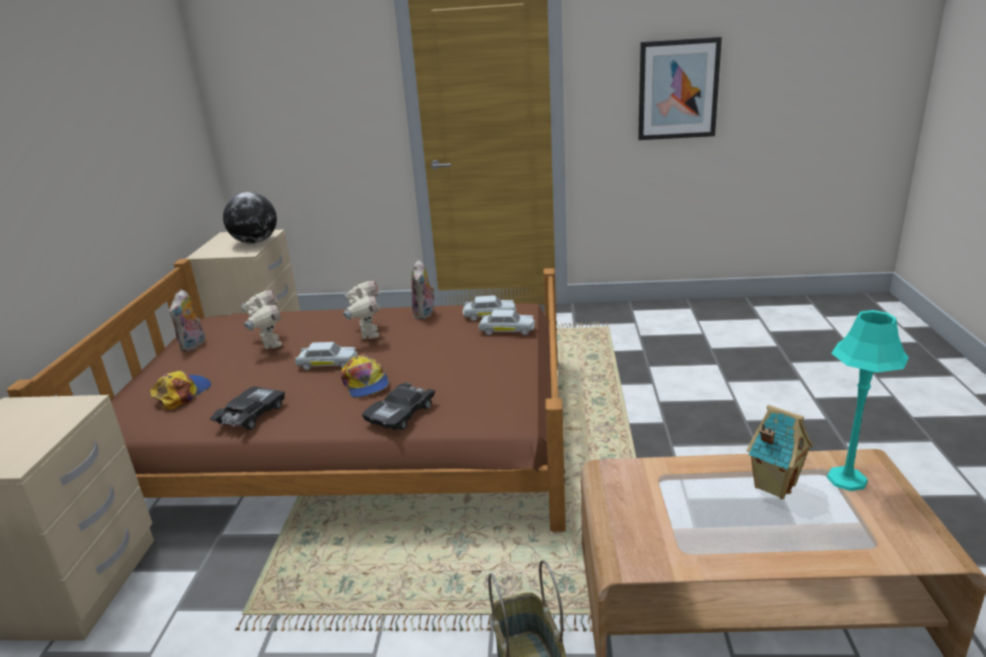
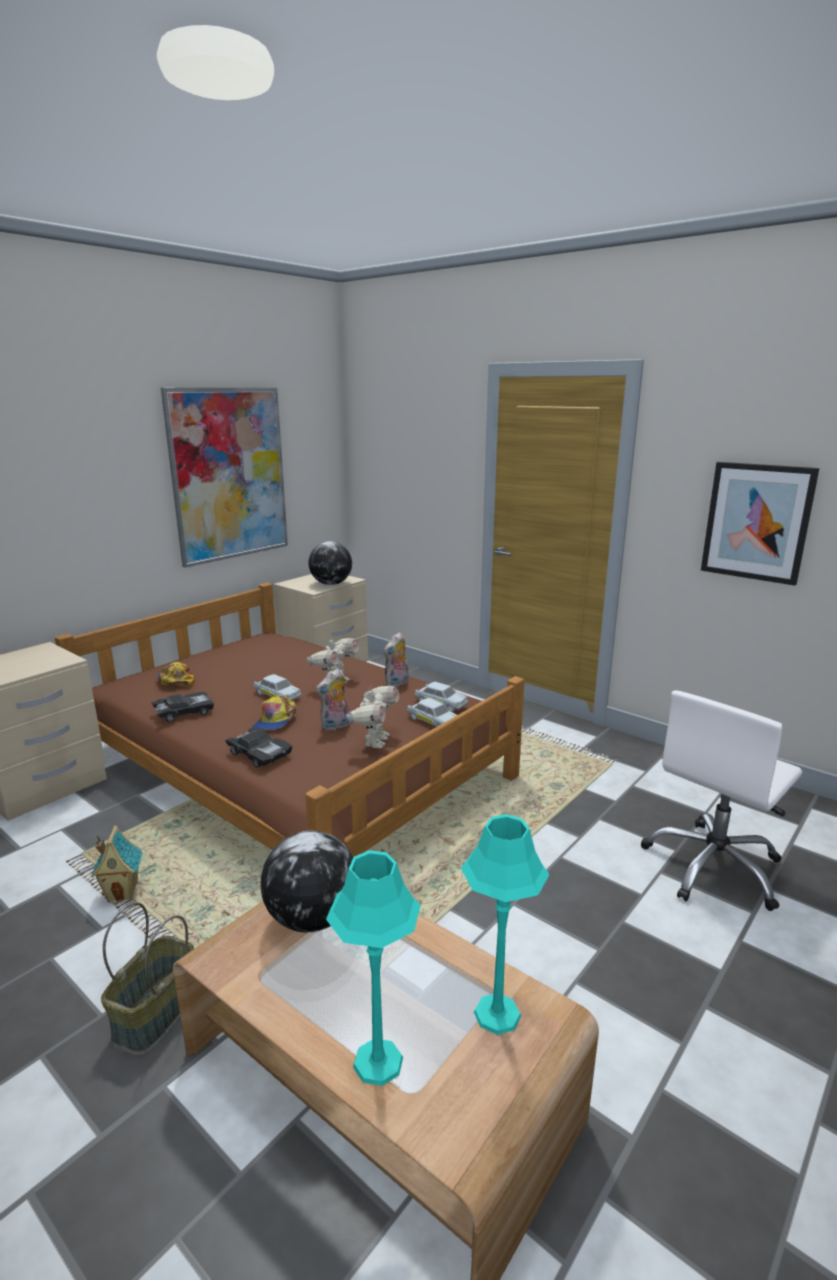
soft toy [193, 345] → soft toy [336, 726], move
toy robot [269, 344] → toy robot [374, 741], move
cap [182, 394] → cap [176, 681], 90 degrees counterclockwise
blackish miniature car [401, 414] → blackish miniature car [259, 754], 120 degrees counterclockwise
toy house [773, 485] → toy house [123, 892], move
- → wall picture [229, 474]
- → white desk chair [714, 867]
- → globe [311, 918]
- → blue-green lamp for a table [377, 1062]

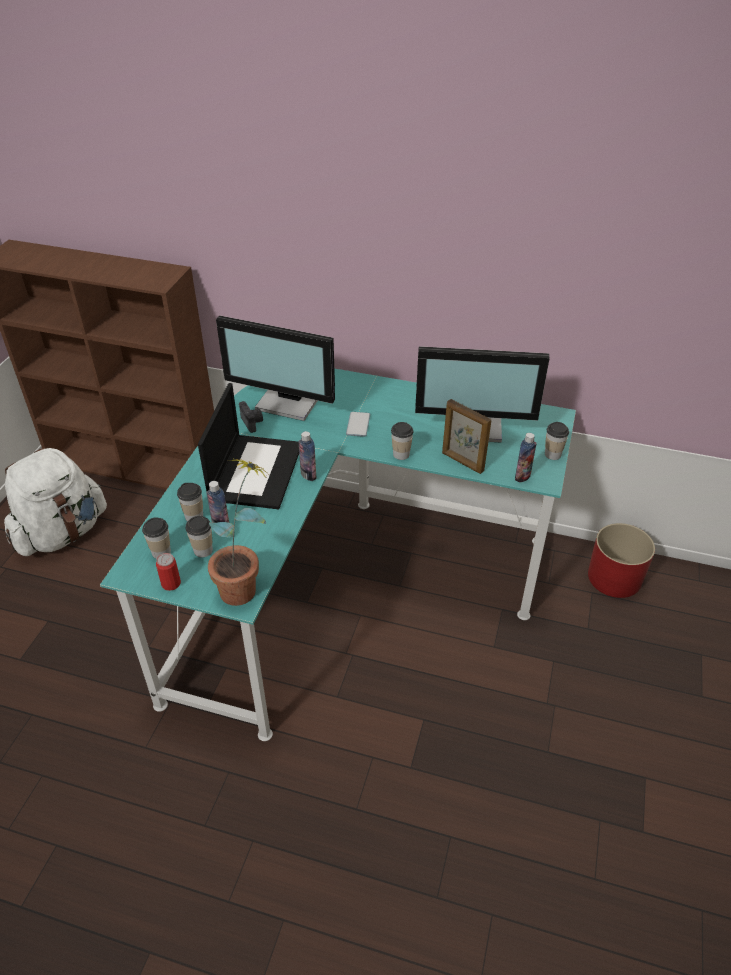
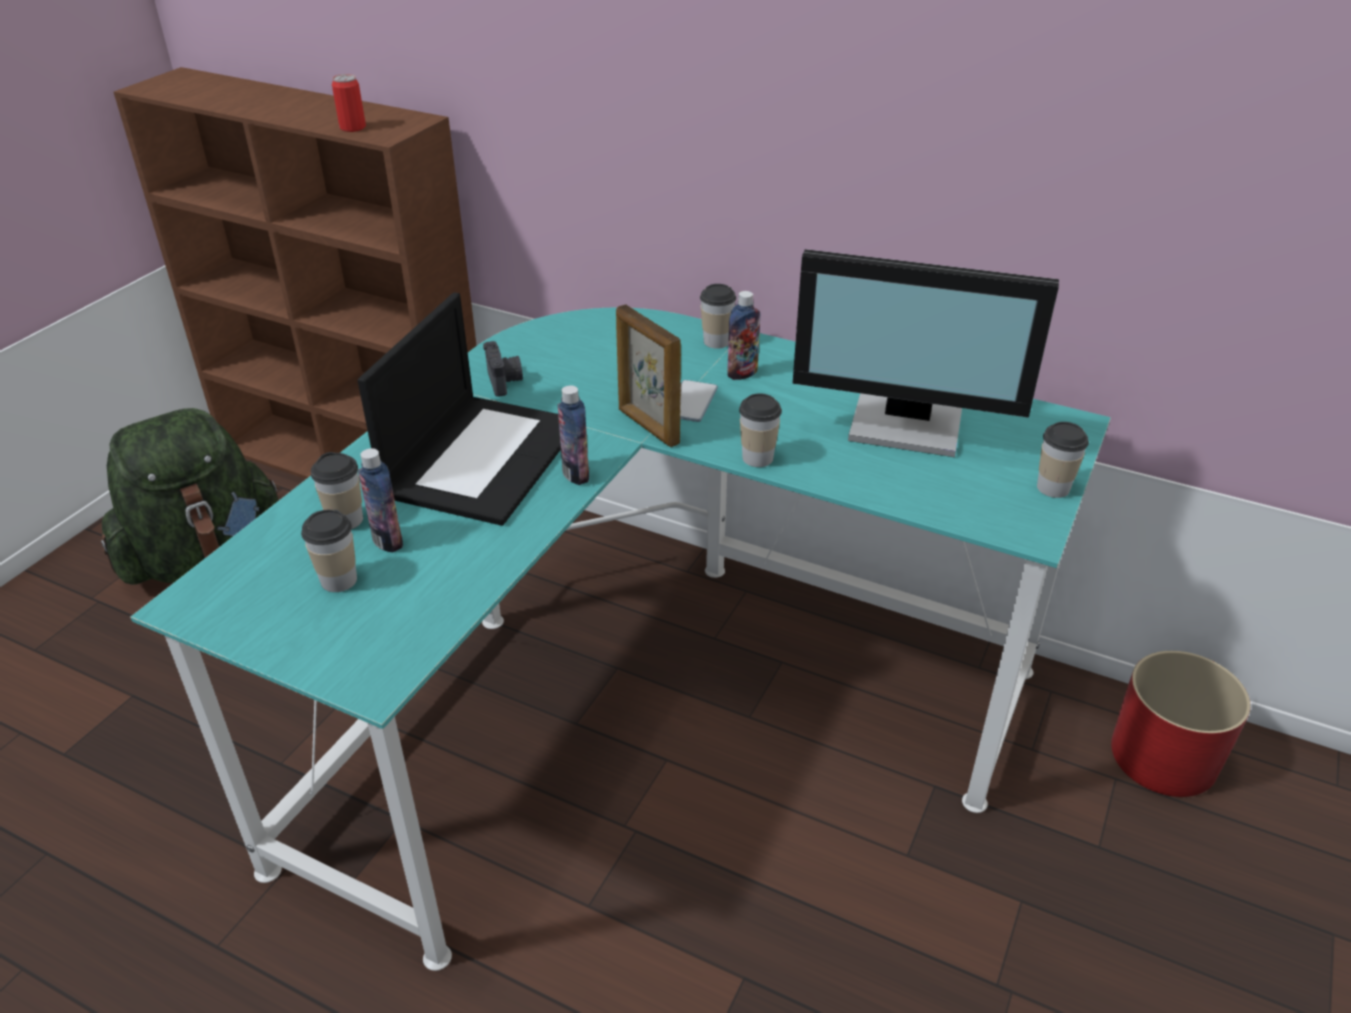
computer screen [289, 402] → -
photo frame [462, 462] → photo frame [648, 427], move
drink bottle [522, 476] → drink bottle [742, 373], move
white knapsack [62, 533] → green knapsack [205, 557]
potted plant [246, 584] → -
drinking cup [161, 552] → drinking cup [716, 341], move
metal can [171, 583] → metal can [353, 127], move

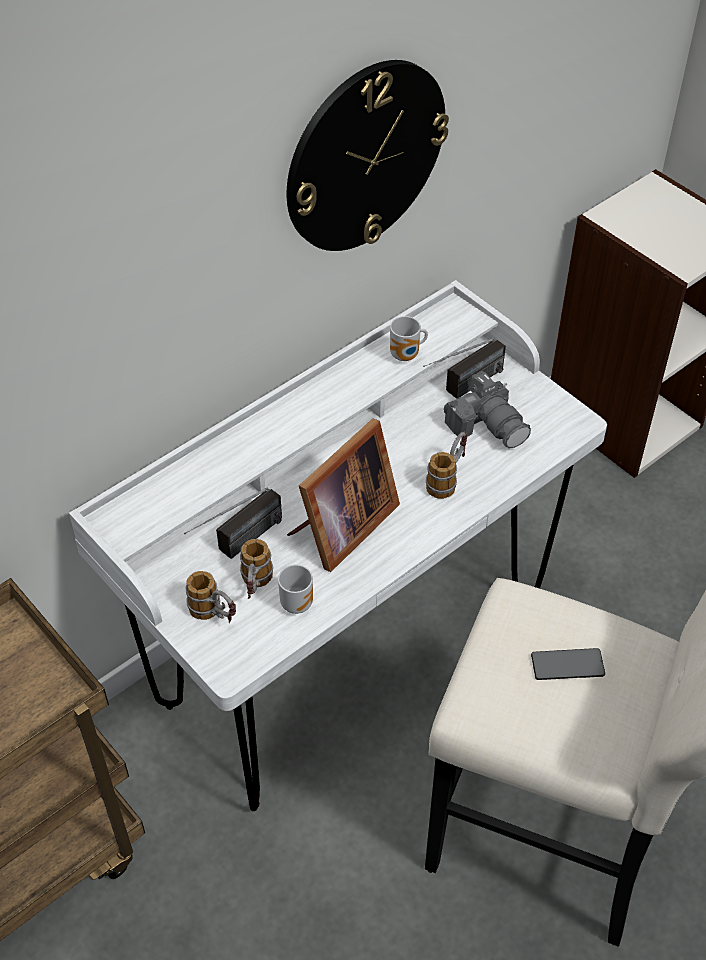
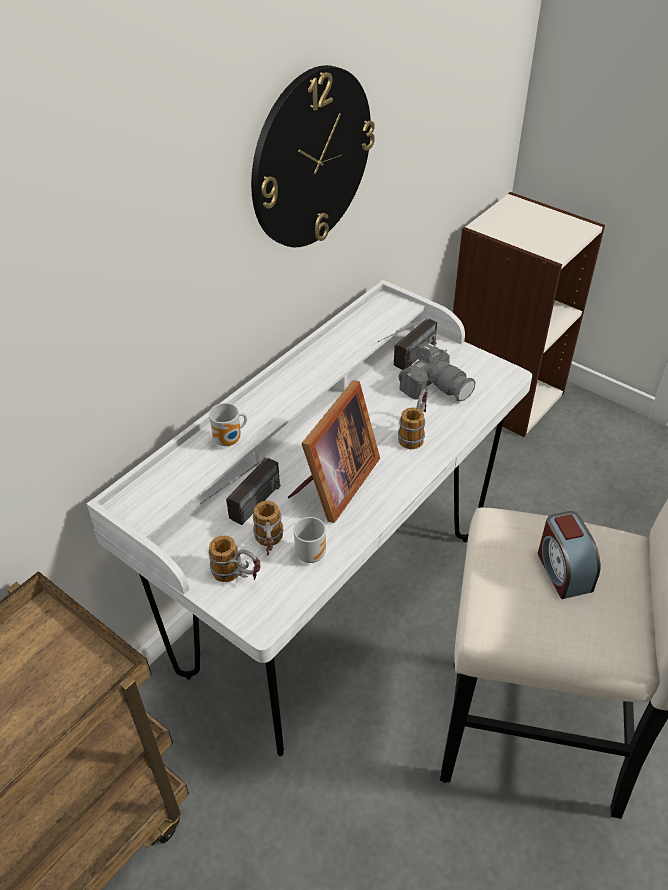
tea mug [406, 356] → tea mug [230, 441], move
telephone [567, 665] → bedside clock [563, 570]

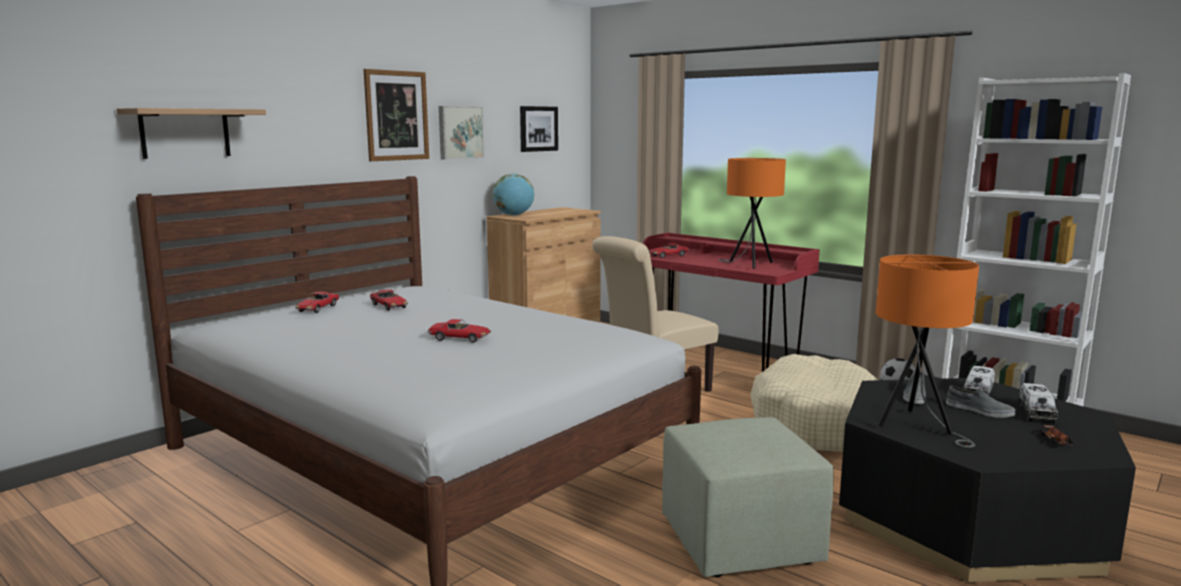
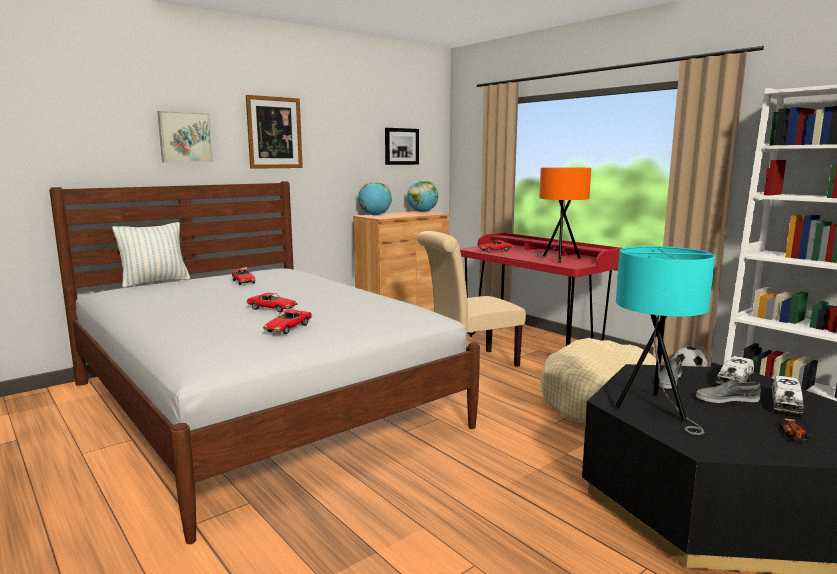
wall picture [459, 132] → wall picture [185, 137], move
shelf [185, 133] → -
orange-coloured lamp for a table [916, 426] → blue-green lamp for a table [654, 410]
miniature car [317, 308] → miniature car [288, 328], move
grey shoe [979, 410] → grey shoe [726, 399], 135 degrees clockwise
green footrest [741, 543] → -
- → globe [422, 212]
- → cushion [155, 282]

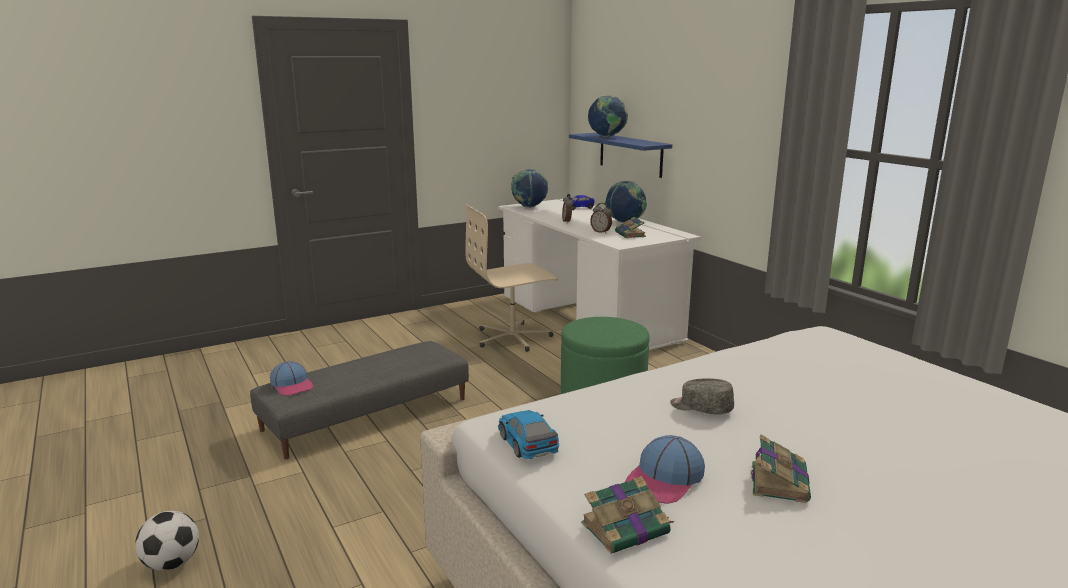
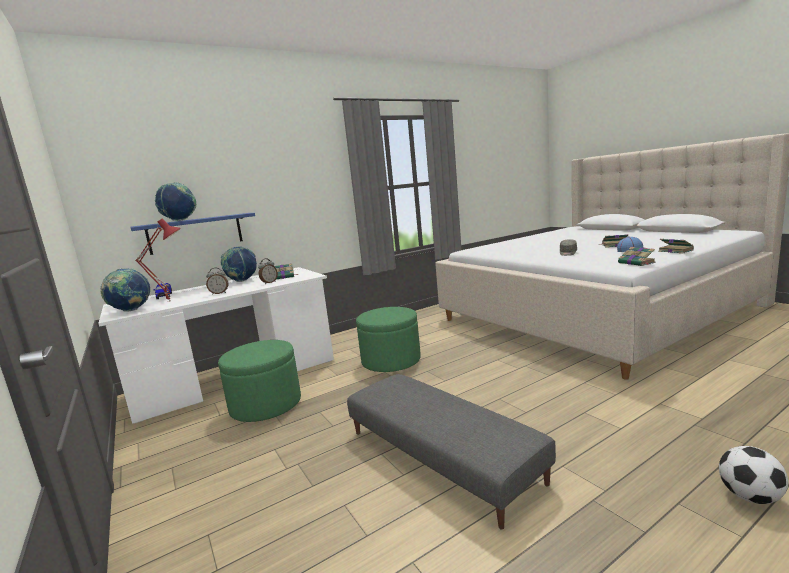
sand-coloured desk chair [513, 337] → green footrest [266, 405]
cap [292, 385] → -
miniature car [527, 442] → volume [637, 263]
- → reddish lamp for a table [170, 301]

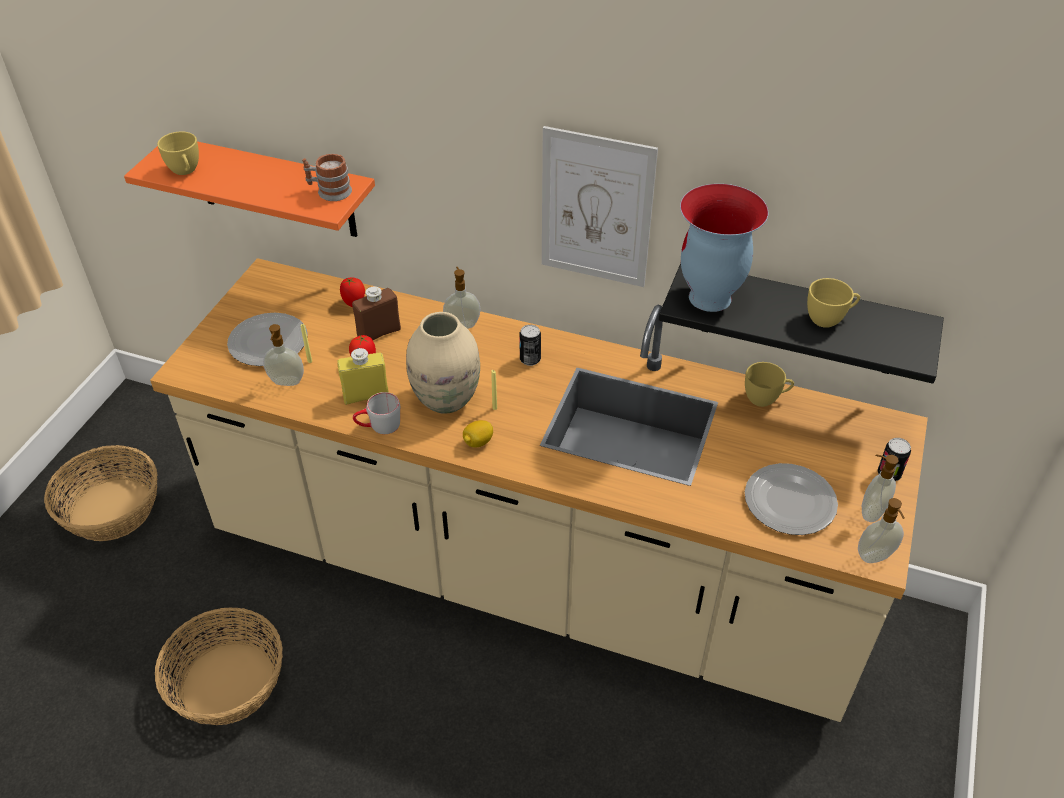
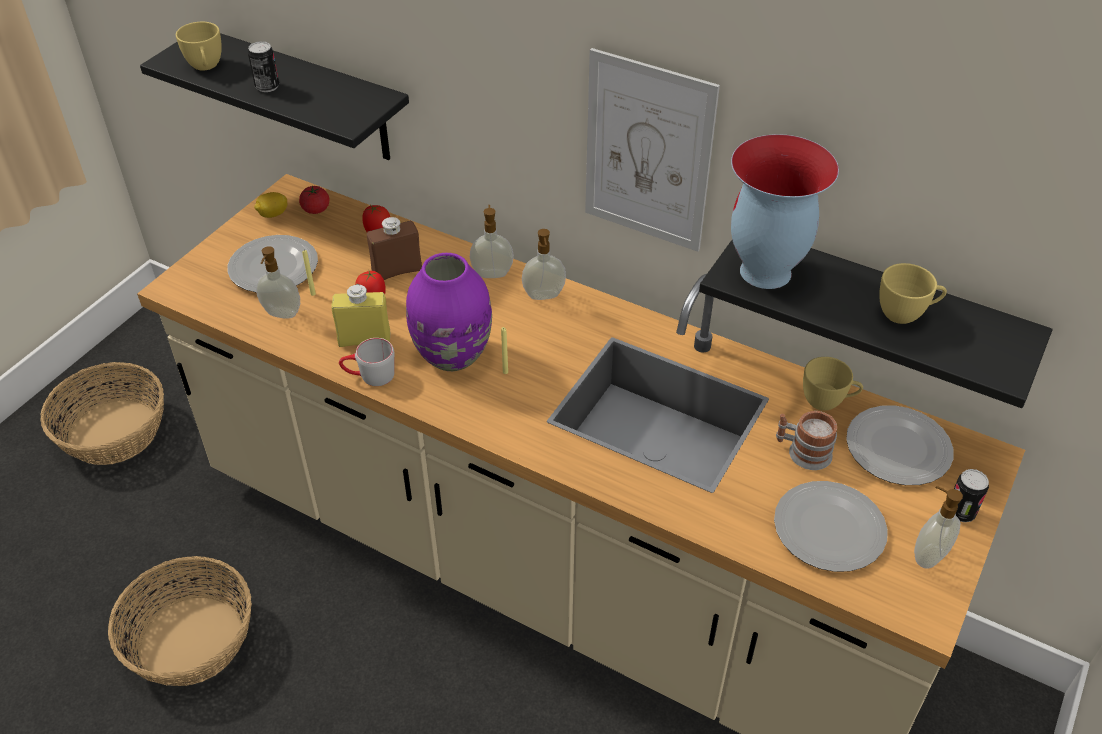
orange-coloured shelf [275, 188] → blackish shelf [307, 96]
tea mug [329, 191] → tea mug [802, 452], move
sand-coloured decorative vase [447, 400] → purple-coloured decorative vase [453, 356]
metal can [530, 359] → metal can [267, 87], move
citrus fruit [478, 442] → citrus fruit [273, 214], move
soap bottle [875, 557] → soap bottle [544, 296], move
- → tomato [316, 210]
- → flat dish [897, 447]

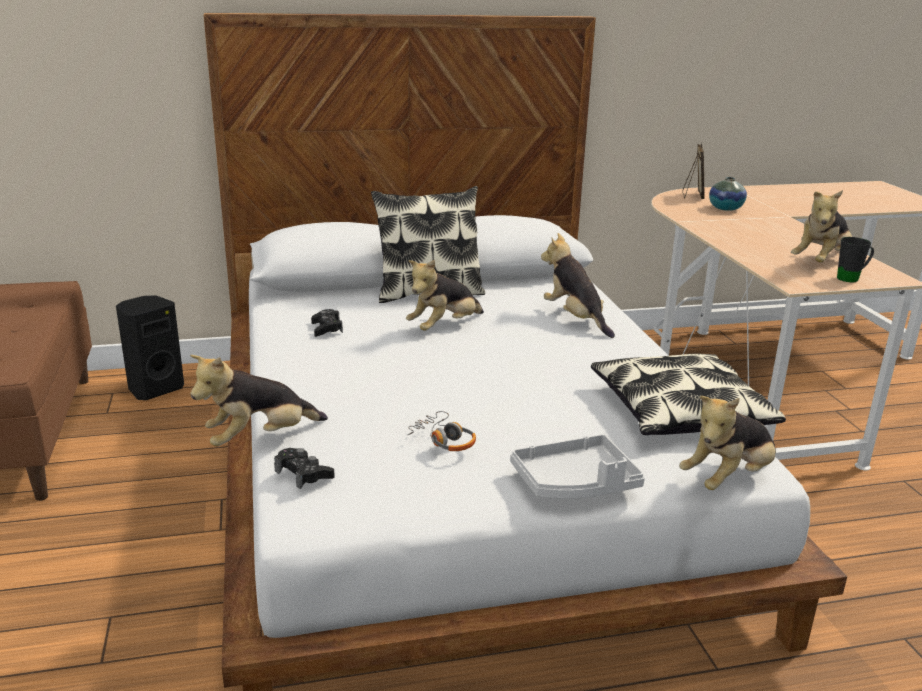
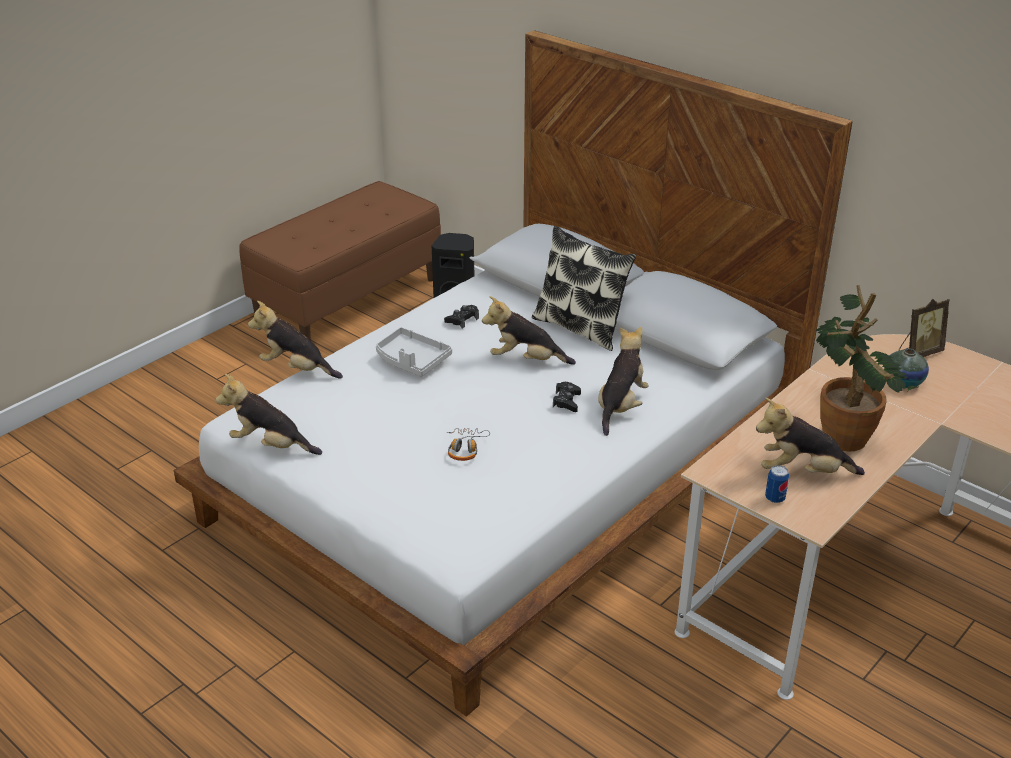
blackish tea mug [852, 278] → metal can [775, 498]
cushion [679, 411] → -
soft toy [728, 478] → soft toy [270, 445], move
headphones [444, 440] → headphones [465, 448], move
grey serving tray [575, 483] → grey serving tray [412, 360], move
blackish gamepad [304, 474] → blackish gamepad [566, 401], move
- → potted plant [843, 431]

